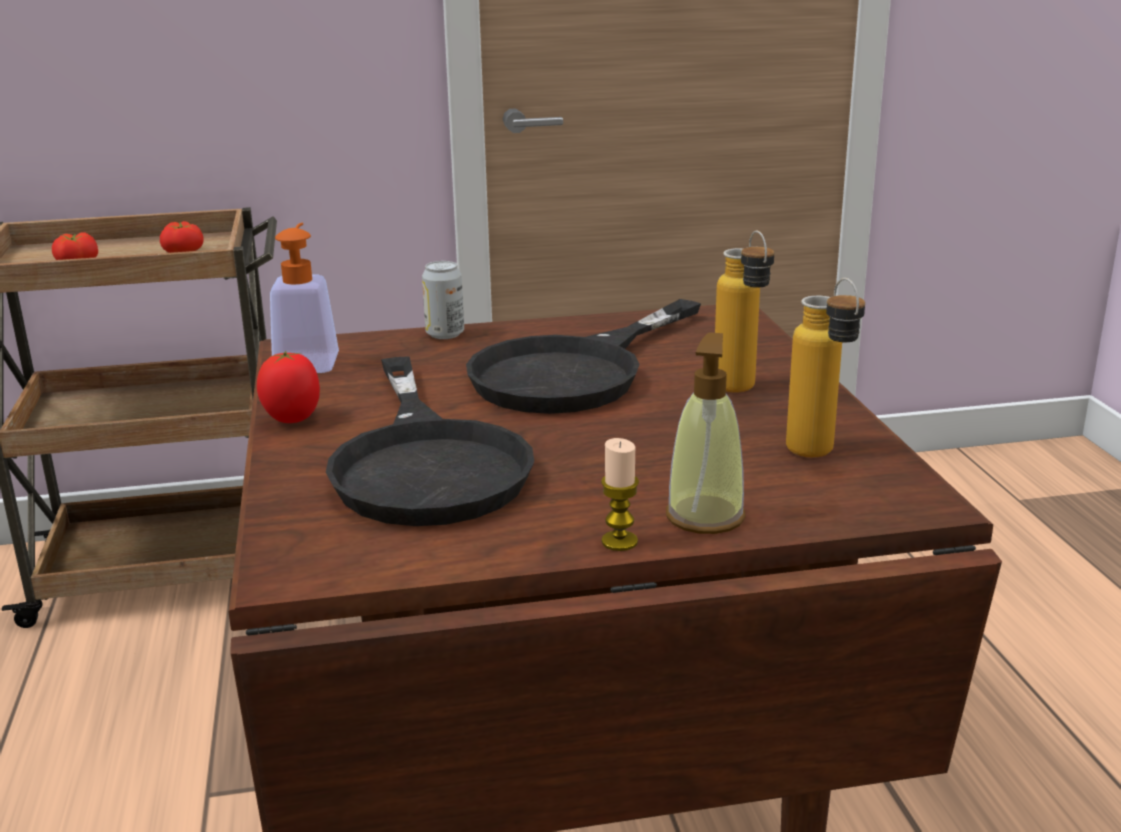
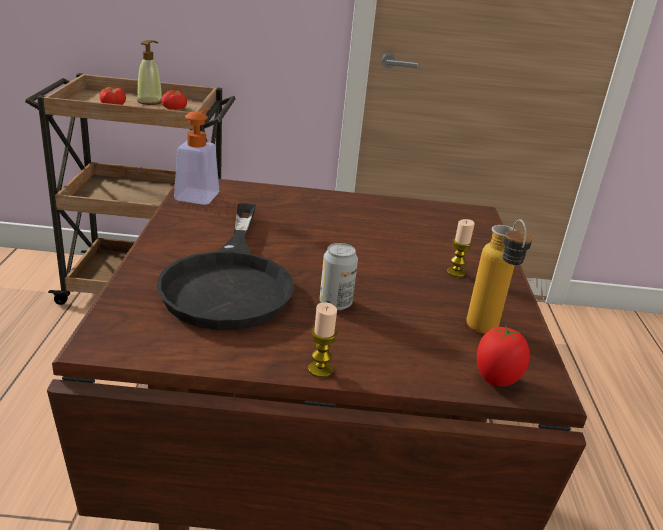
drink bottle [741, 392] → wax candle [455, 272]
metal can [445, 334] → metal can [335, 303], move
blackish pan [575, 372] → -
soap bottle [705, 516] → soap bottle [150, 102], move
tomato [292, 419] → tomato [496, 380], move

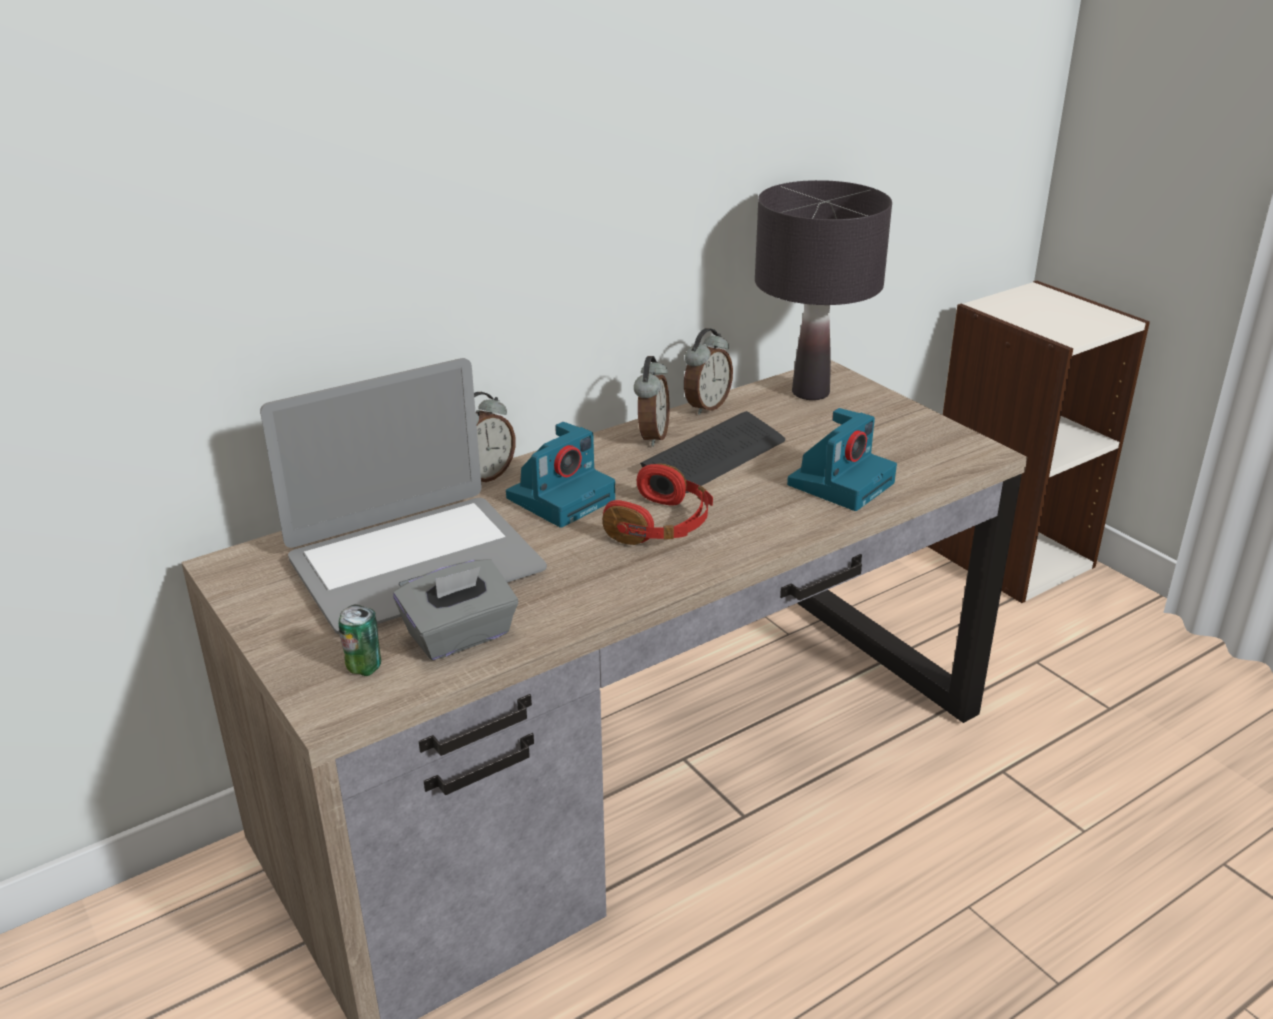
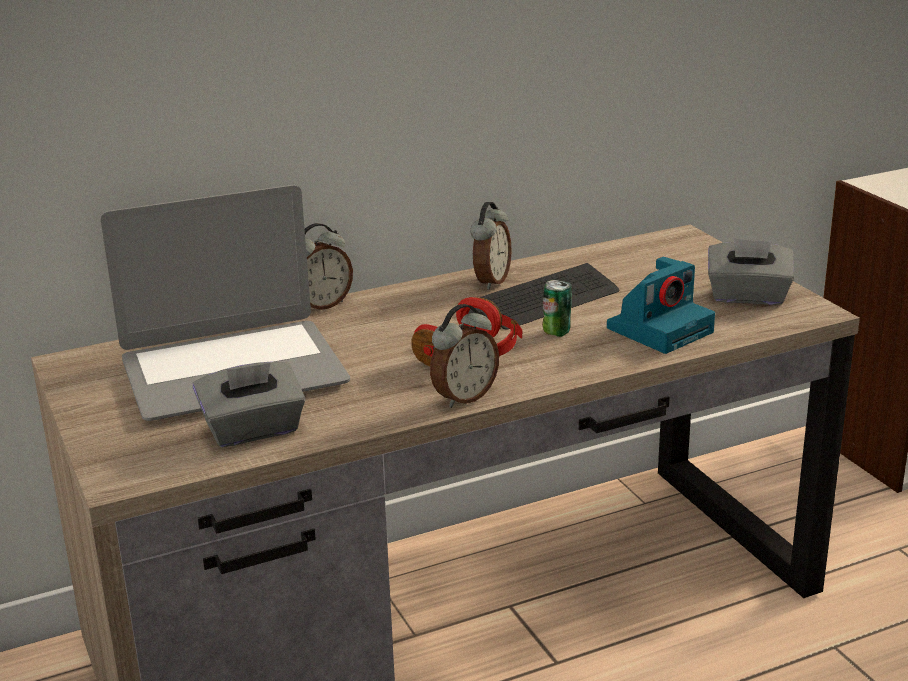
blackish lamp for a table [811, 392] → -
bedside clock [706, 406] → bedside clock [463, 397], move
still camera [561, 497] → -
metal can [363, 668] → metal can [556, 332], move
- → grey tissue holder [748, 297]

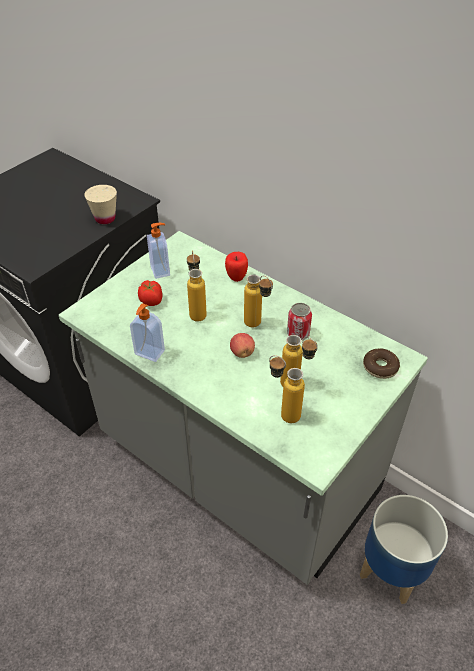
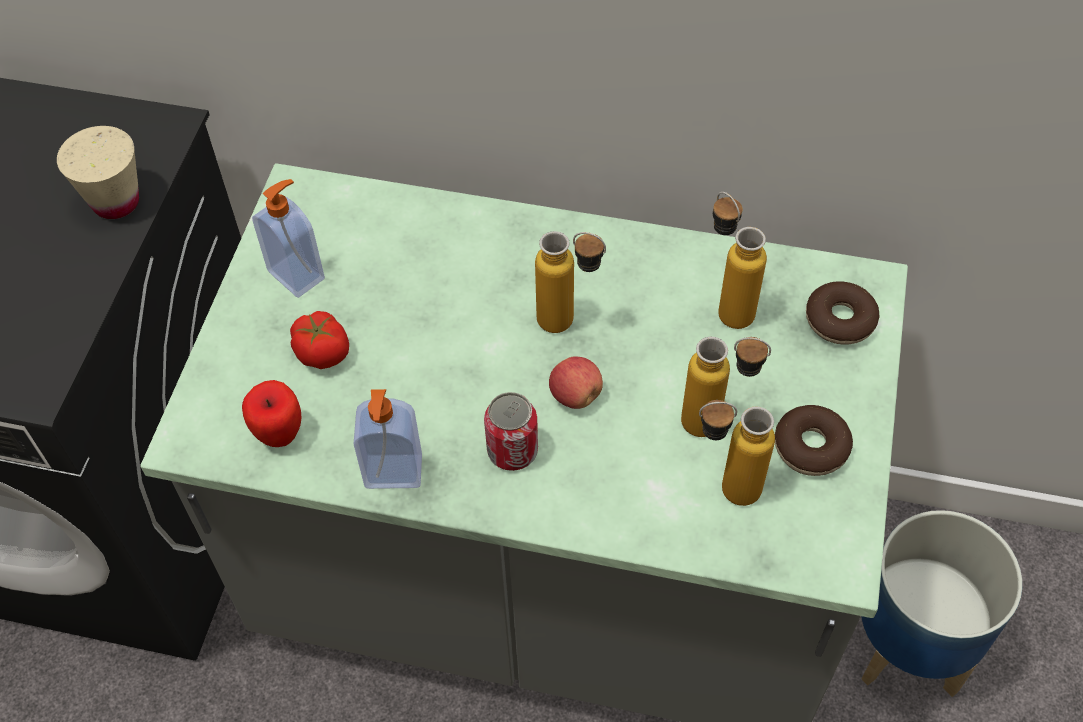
drink bottle [197, 311] → drink bottle [726, 305], move
apple fruit [236, 277] → apple fruit [279, 434], move
metal can [298, 334] → metal can [512, 451], move
- → doughnut [811, 447]

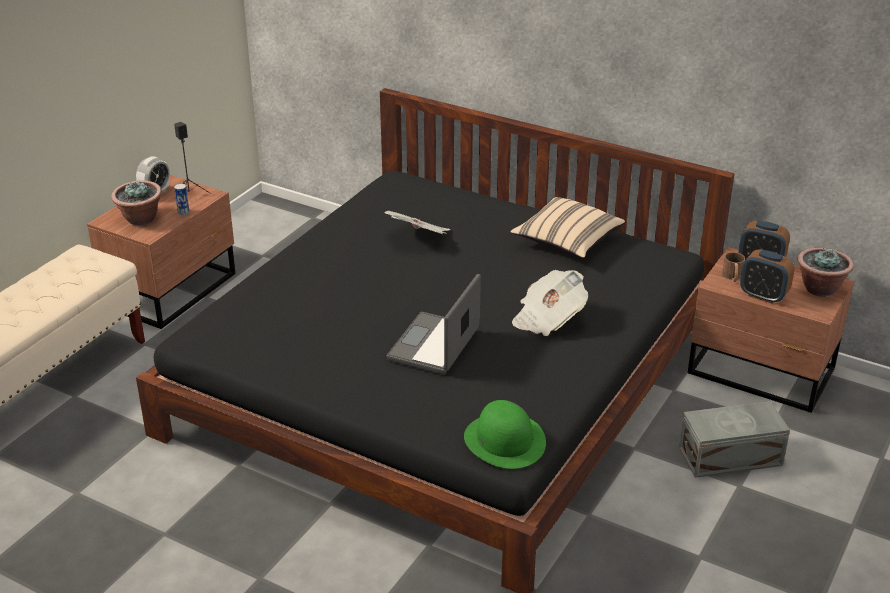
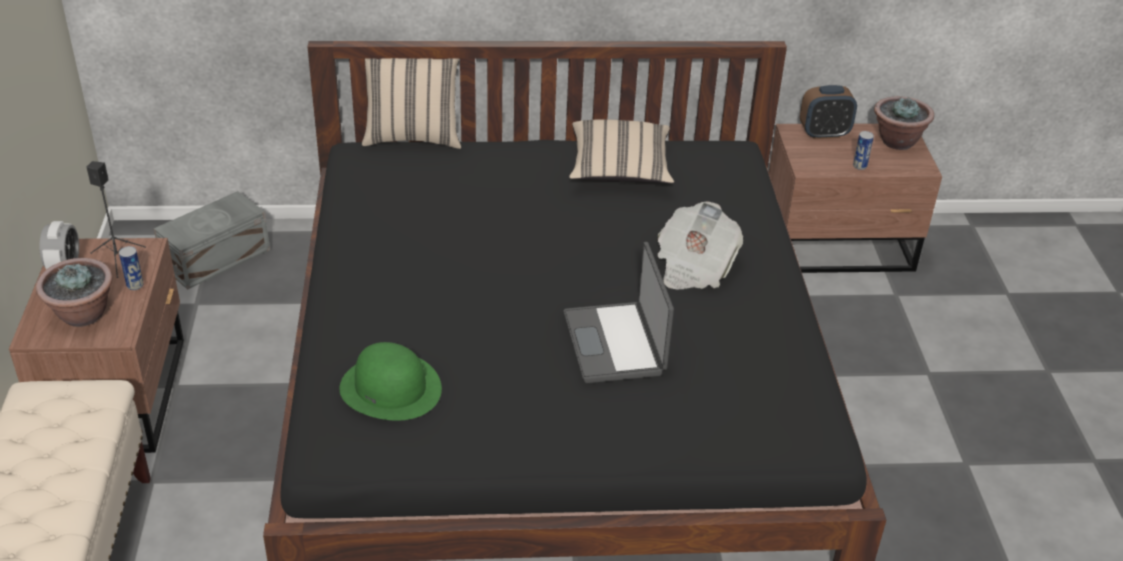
daily paper [419, 238] → -
bedside clock [763, 296] → metal can [859, 166]
brown tea mug [732, 277] → -
green clothing hat [505, 440] → green clothing hat [391, 388], move
grey storage bin [732, 457] → grey storage bin [218, 258], move
- → sand-coloured cushion [413, 137]

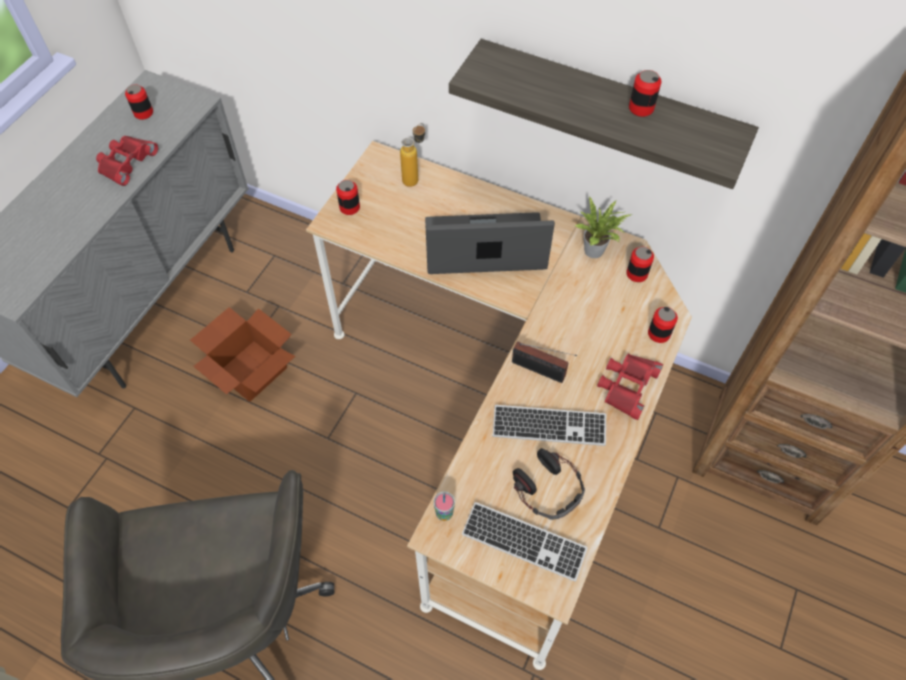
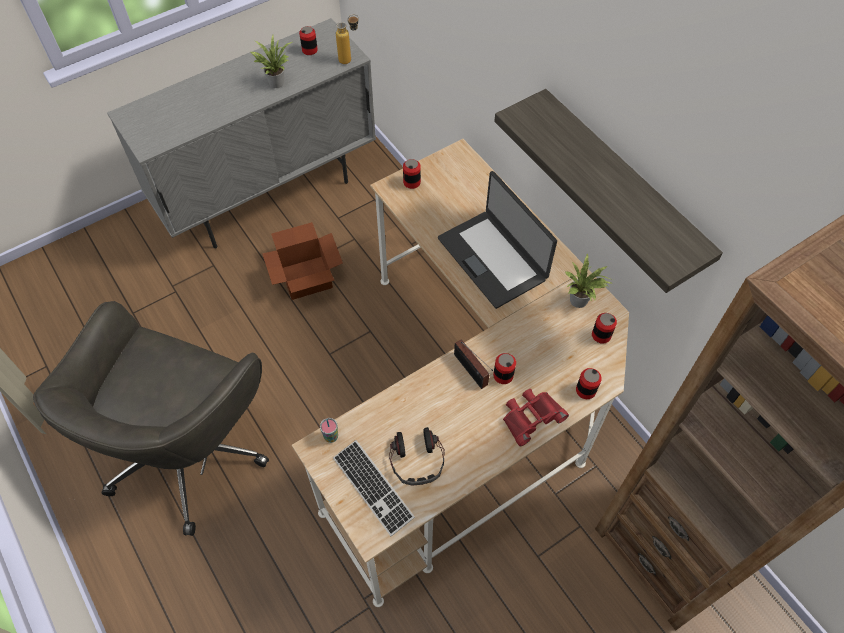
metal can [641, 108] → metal can [503, 375], move
drink bottle [415, 177] → drink bottle [350, 59], move
reddish pair of binoculars [125, 162] → potted plant [275, 82]
portable computer [485, 247] → portable computer [493, 258], 150 degrees counterclockwise
keyboard [549, 426] → -

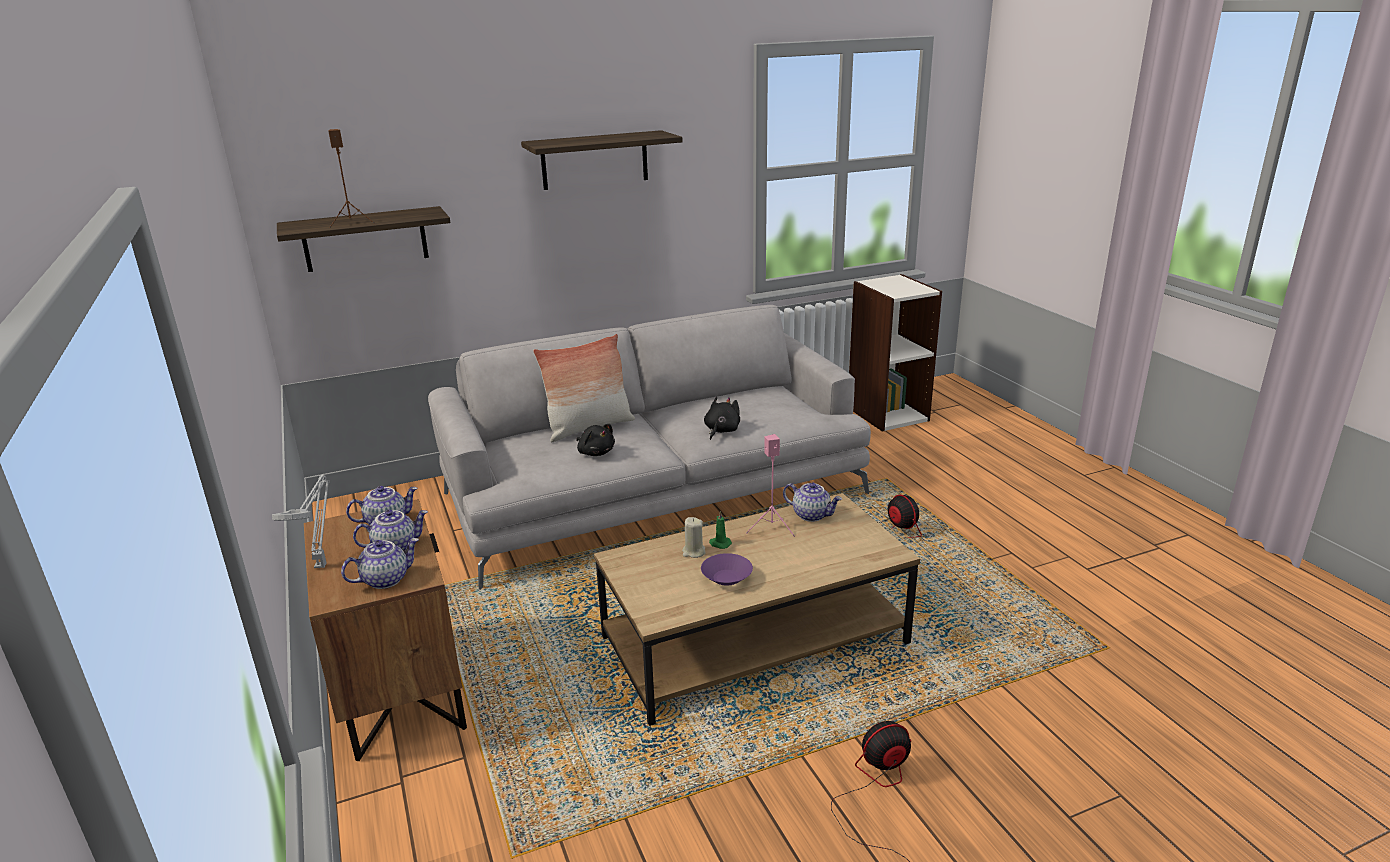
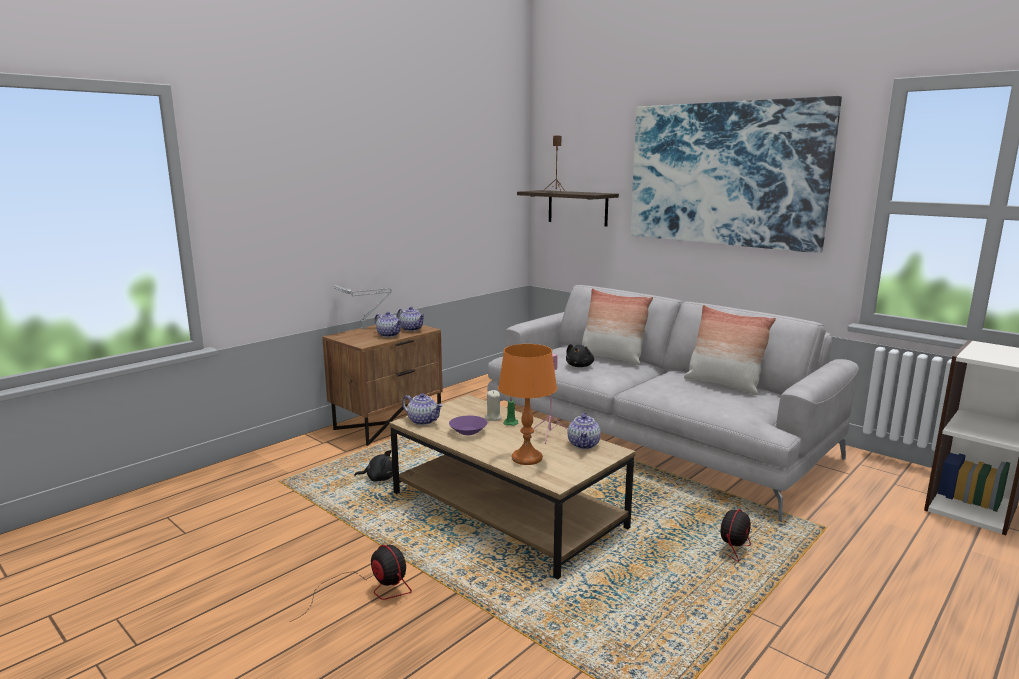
shelf [594, 160] → wall picture [724, 174]
blackish soft toy [721, 431] → blackish soft toy [379, 478], move
tea pot [385, 579] → tea pot [423, 421], move
- → cushion [723, 384]
- → orange-coloured lamp for a table [526, 458]

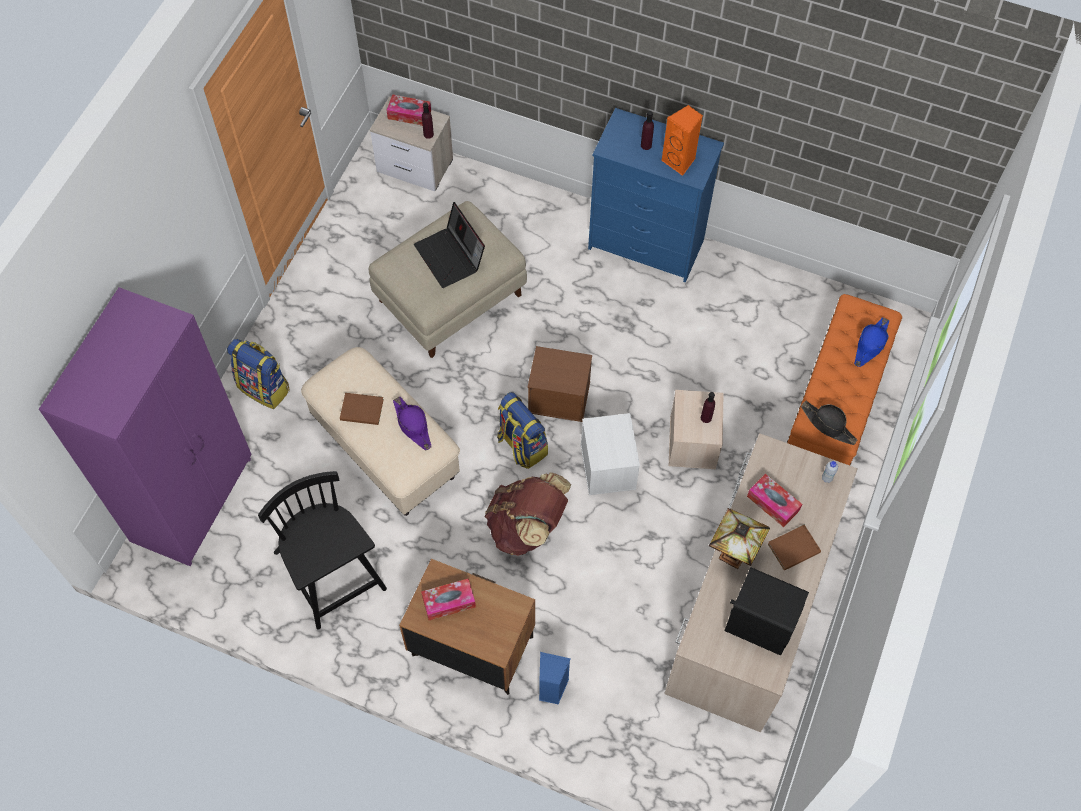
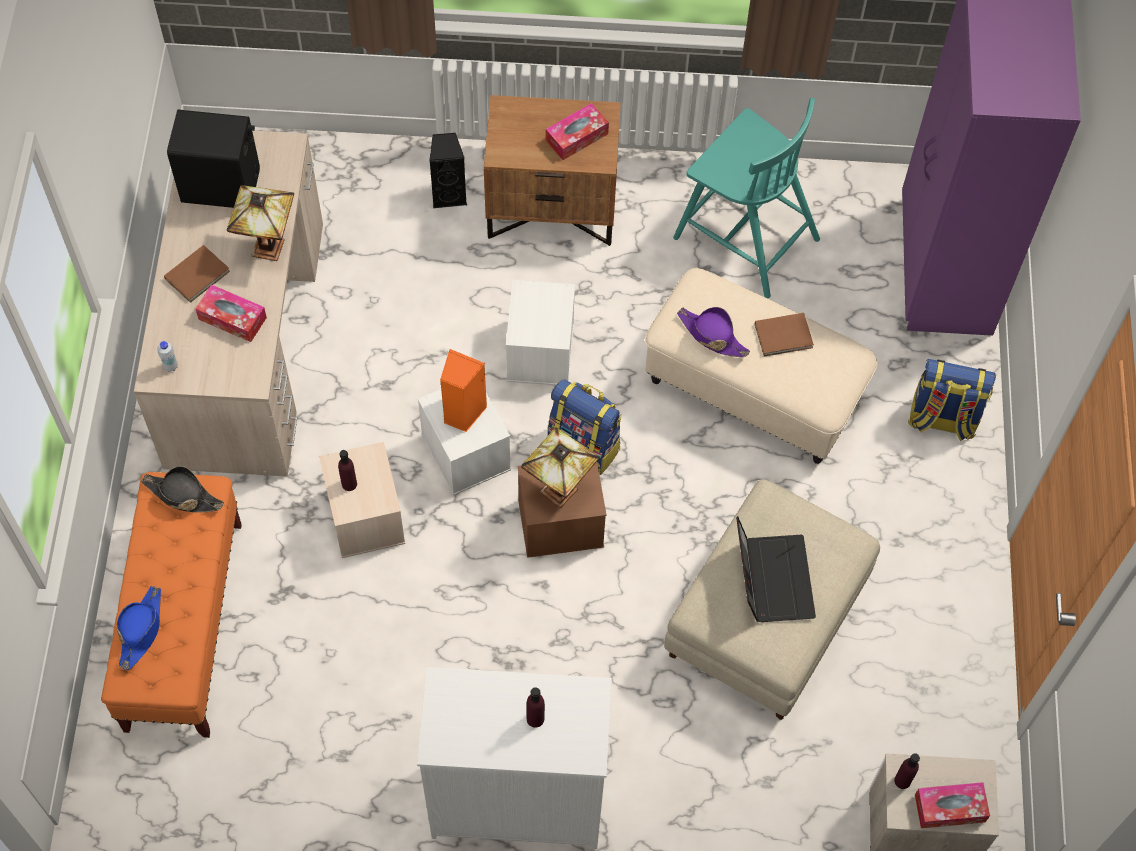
orange-coloured audio speaker [680, 161] → orange-coloured audio speaker [462, 413], move
blue dresser [646, 245] → white dresser [515, 799]
portable computer [451, 257] → portable computer [771, 578], 45 degrees clockwise
blackish chair [330, 573] → blue-green chair [744, 236]
brown knapsack [527, 527] → white storage bin [539, 350]
blue audio speaker [551, 688] → blackish audio speaker [449, 194]
- → lamp for a table [559, 488]

